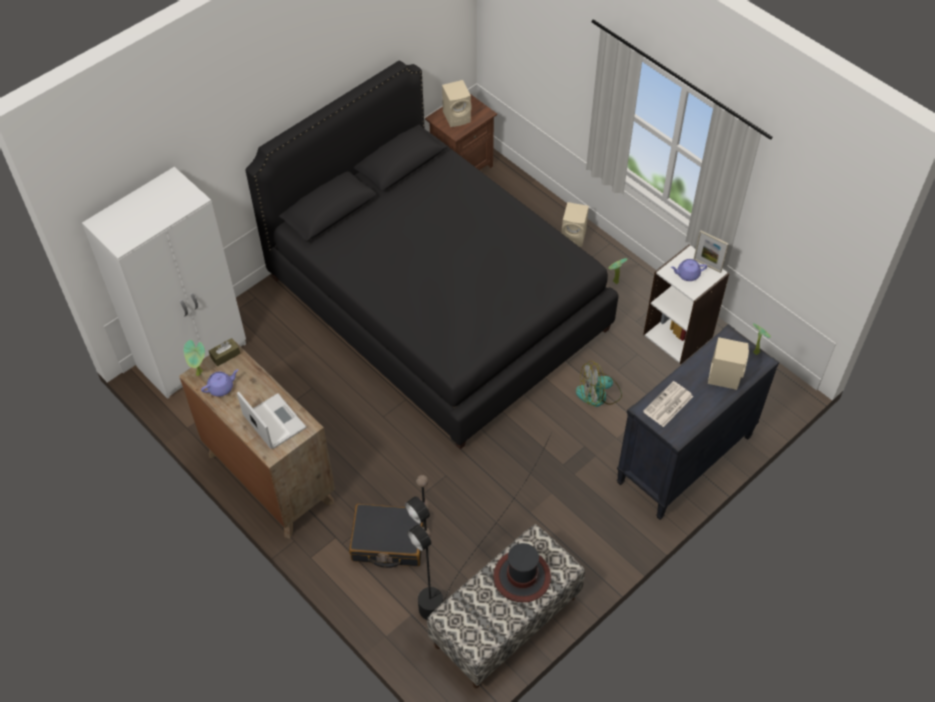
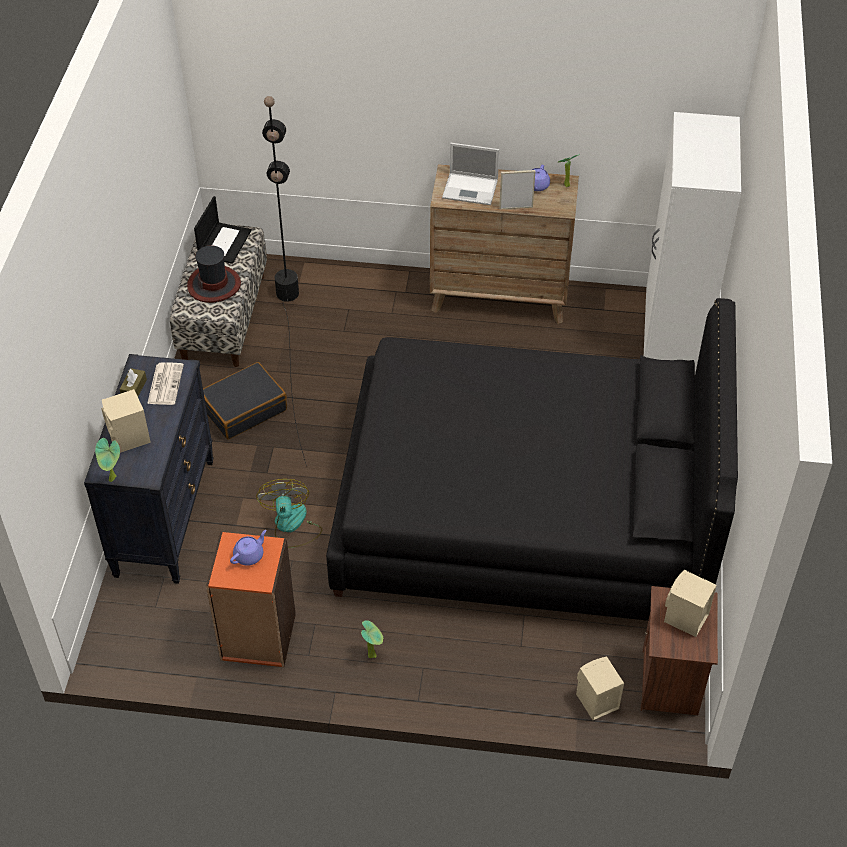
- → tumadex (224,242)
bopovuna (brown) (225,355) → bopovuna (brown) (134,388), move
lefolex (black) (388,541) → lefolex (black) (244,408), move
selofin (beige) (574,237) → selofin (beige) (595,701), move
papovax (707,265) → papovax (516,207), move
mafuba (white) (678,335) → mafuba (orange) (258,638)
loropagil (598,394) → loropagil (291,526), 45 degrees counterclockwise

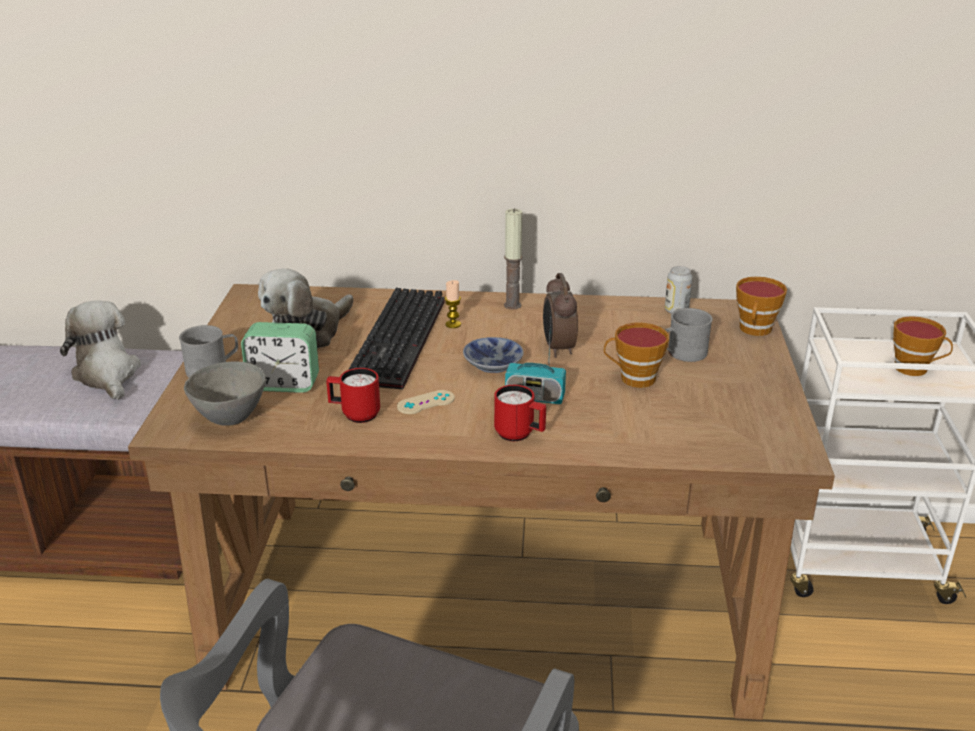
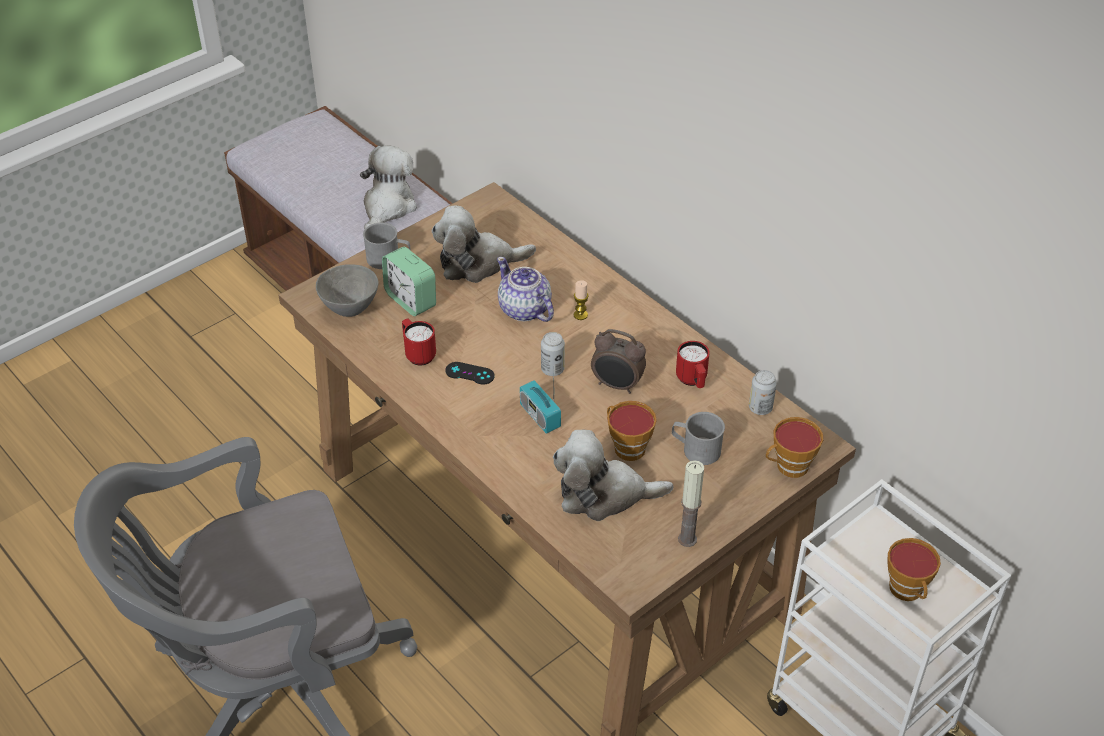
- → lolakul (604,494)
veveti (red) (520,435) → veveti (red) (692,381), move
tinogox (512,305) → tinogox (687,539), move
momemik (401,342) → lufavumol (524,310)
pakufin (491,365) → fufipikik (552,369)
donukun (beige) (426,402) → donukun (black) (469,373)
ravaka (558,349) → ravaka (617,385), 105 degrees counterclockwise

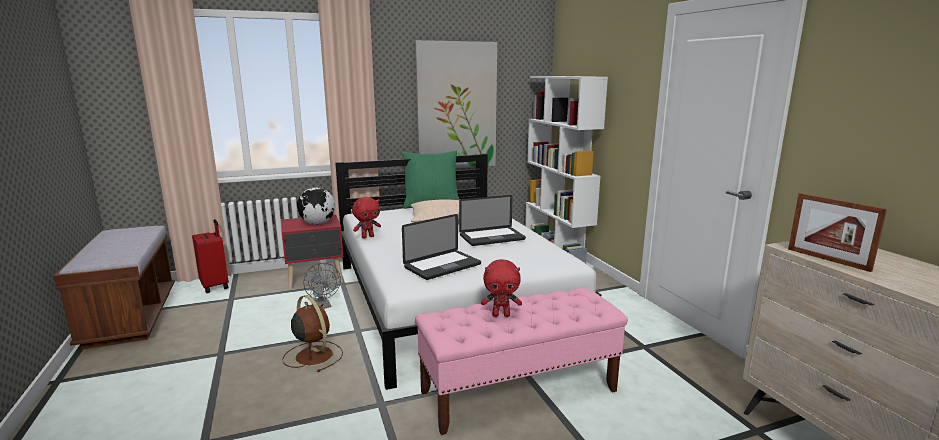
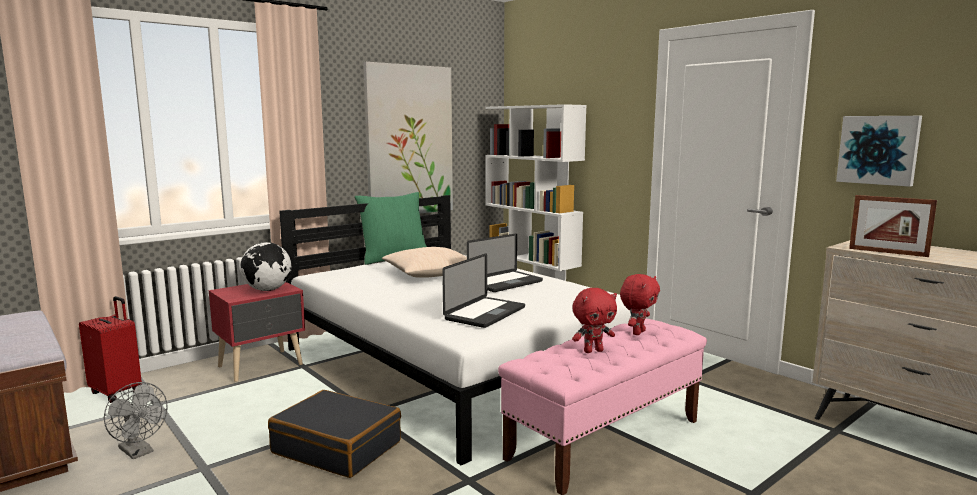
- → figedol (878,150)
loropagil (grey) (323,306) → loropagil (grey) (139,452), move
lolakul (red) (367,237) → lolakul (red) (637,332), move
loropagil (brown) (313,355) → lefolex (black) (337,447)

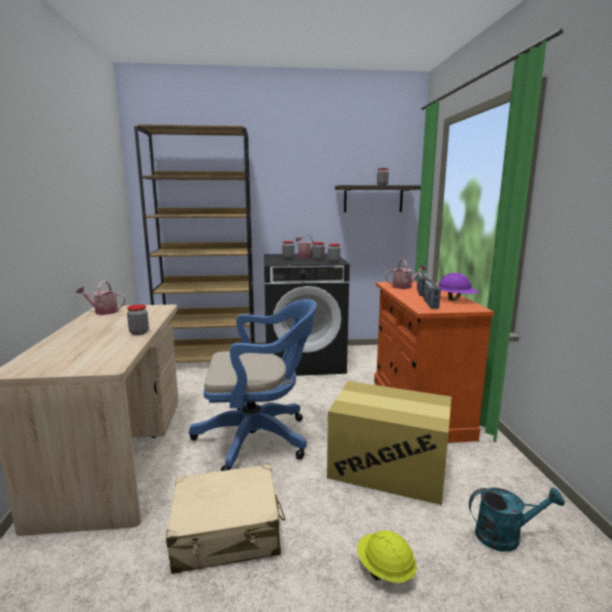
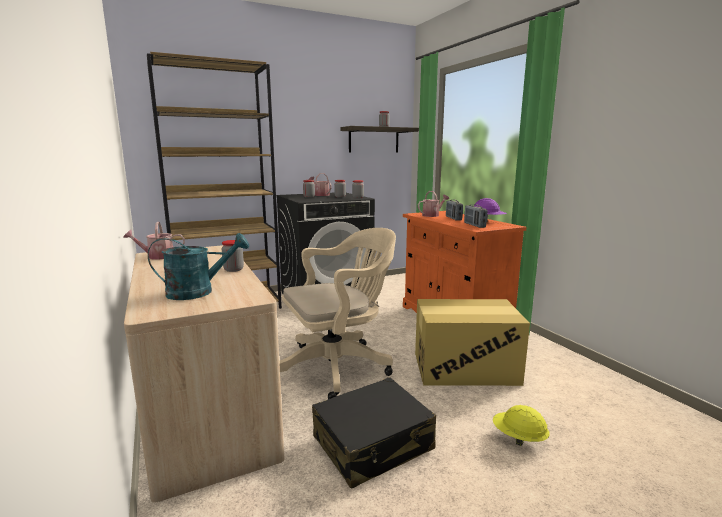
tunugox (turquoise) (505,535) → tunugox (turquoise) (199,292), move
lefolex (beige) (227,532) → lefolex (black) (373,444)
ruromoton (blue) (259,438) → ruromoton (beige) (339,366)

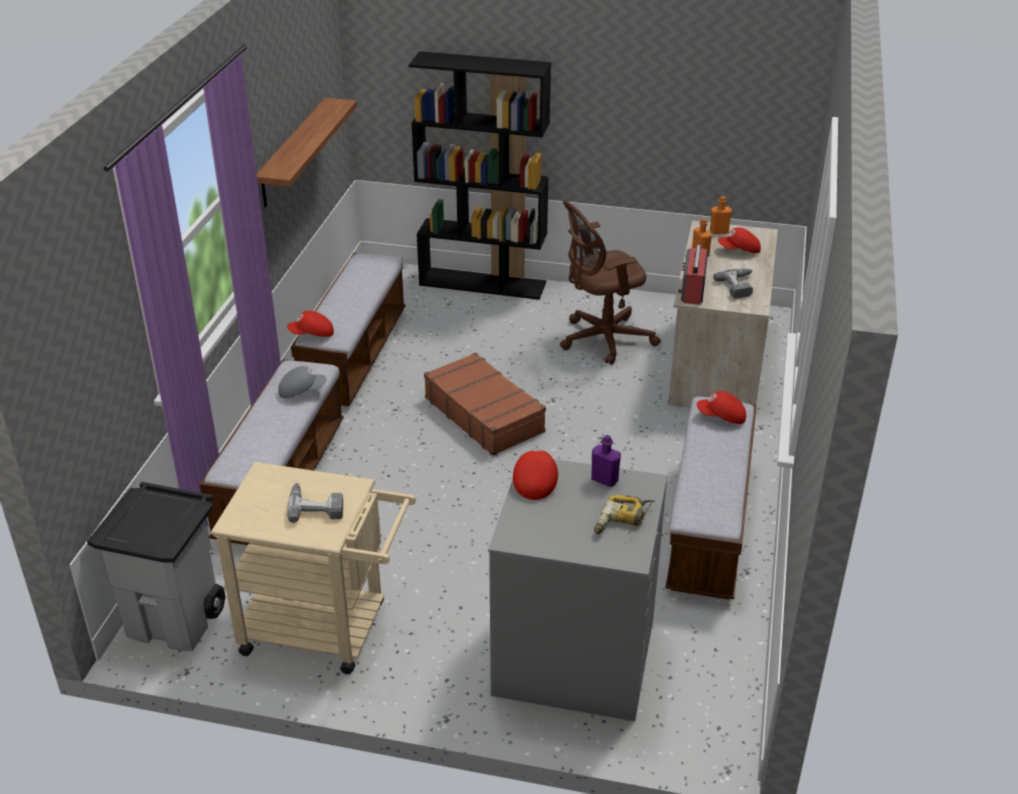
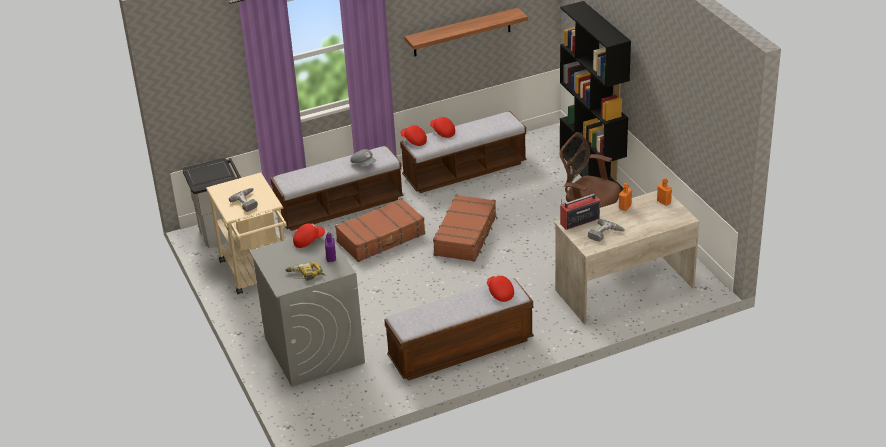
- → lefolex (brown) (381,238)
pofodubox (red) (739,250) → pofodubox (red) (442,132), move

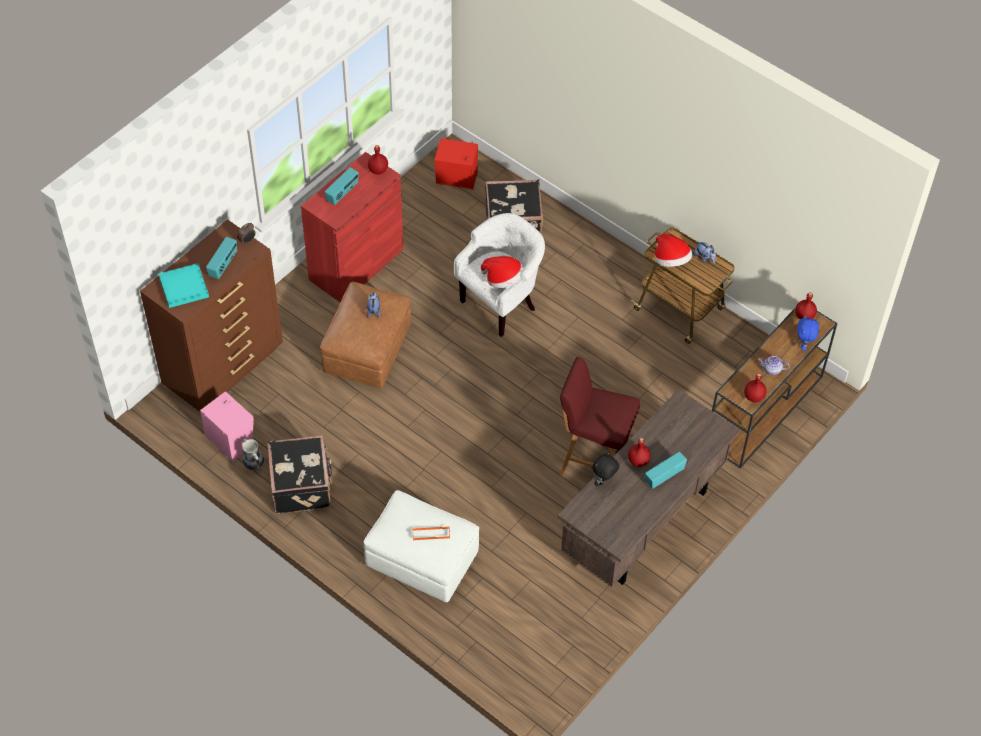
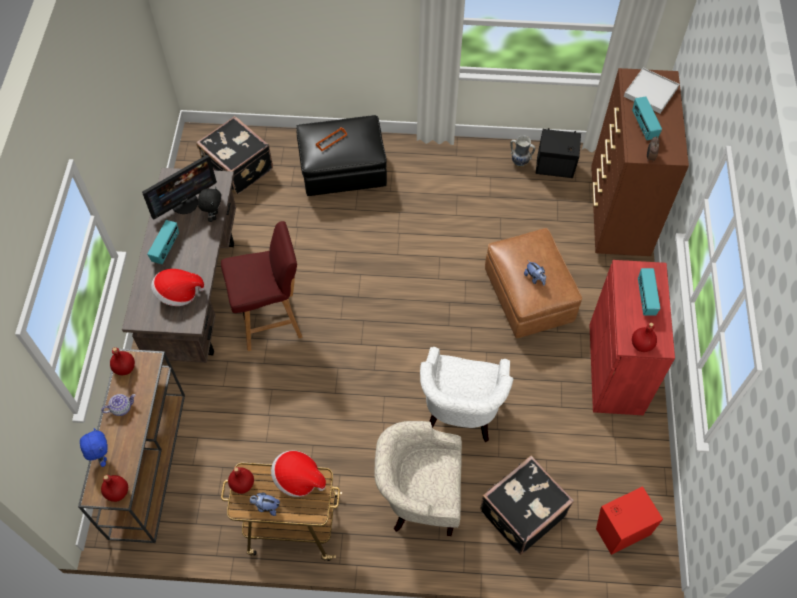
- → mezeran (184,202)
- → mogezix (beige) (419,500)
lefolex (black) (302,485) → lefolex (black) (237,169), move
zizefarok (503,280) → zizefarok (178,294), move
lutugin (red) (638,461) → lutugin (red) (242,484), move
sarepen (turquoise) (184,287) → sarepen (white) (650,92)
selofin (pink) (230,439) → selofin (black) (555,168)
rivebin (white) (422,561) → rivebin (black) (343,171)

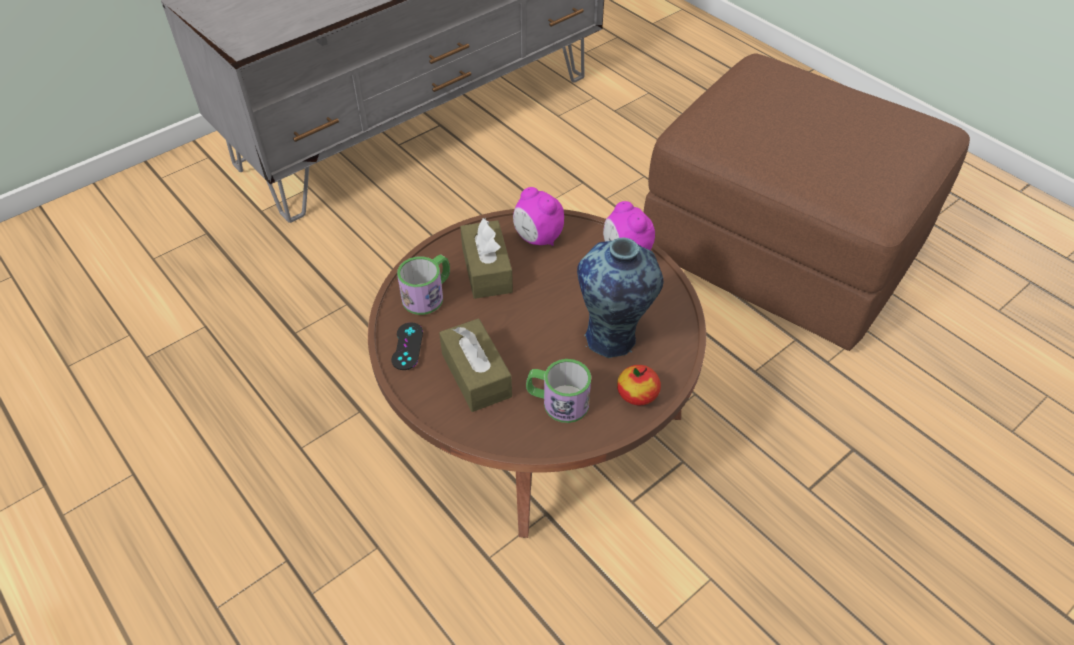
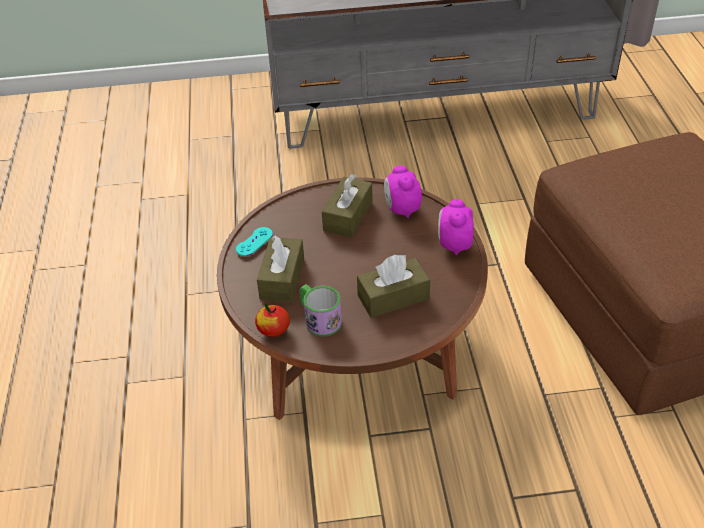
veveti (428,295) → -
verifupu (637,394) → verifupu (273,329), move
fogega (613,339) → bopovuna (brown) (393,297)
donukun (black) (407,346) → donukun (turquoise) (254,242)

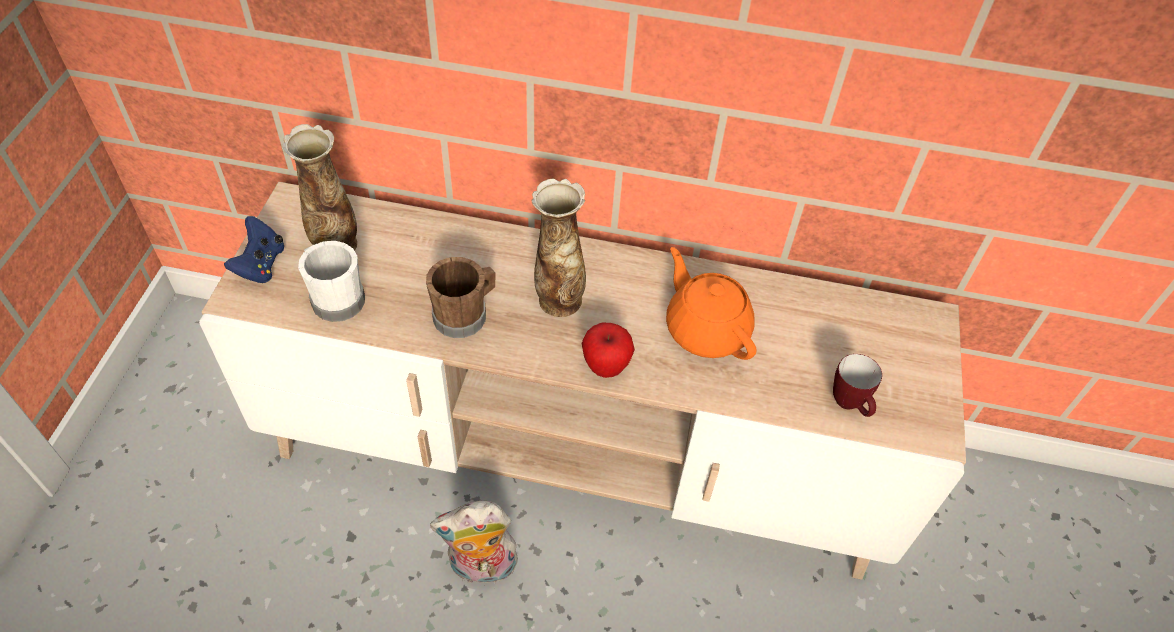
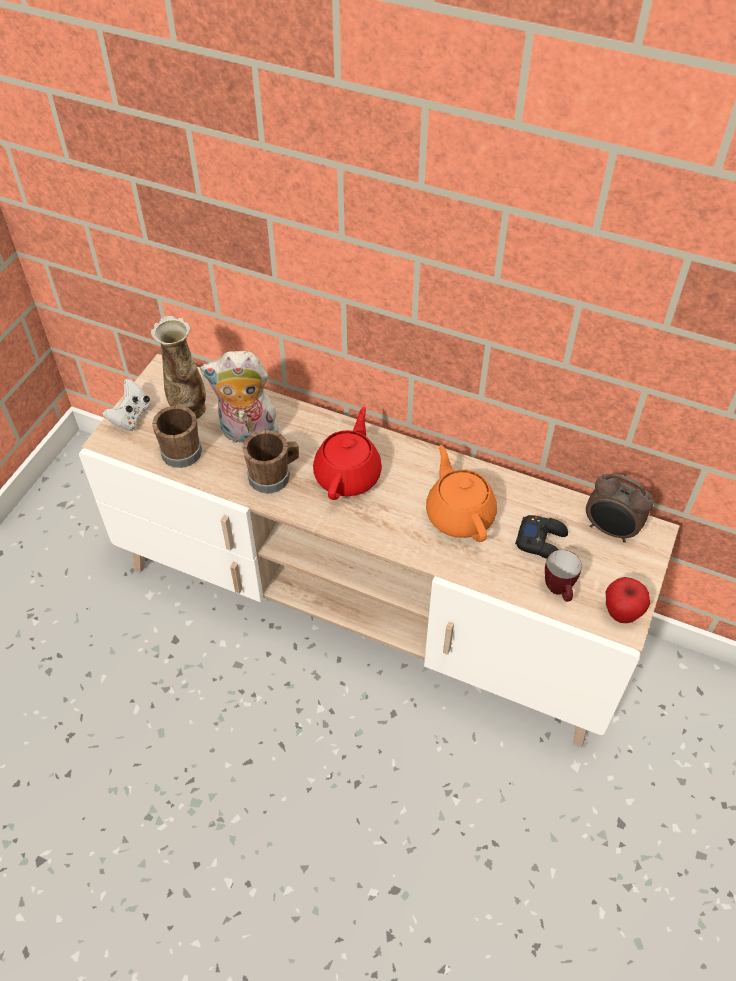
- → donukun (black) (541,541)
- → ravaka (610,530)
lolakul (481,568) → lolakul (247,435), move
verifupu (605,366) → verifupu (621,613), move
fogega (558,300) → lufavumol (red) (348,475)
donukun (blue) (261,265) → donukun (white) (131,416)
veveti (white) (335,297) → veveti (brown) (179,449)

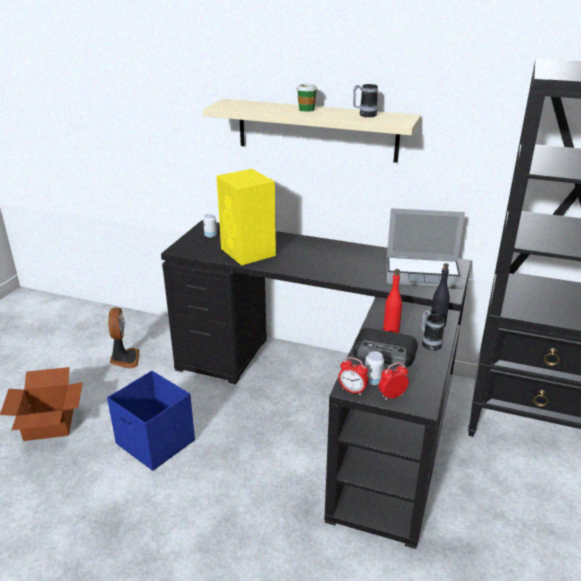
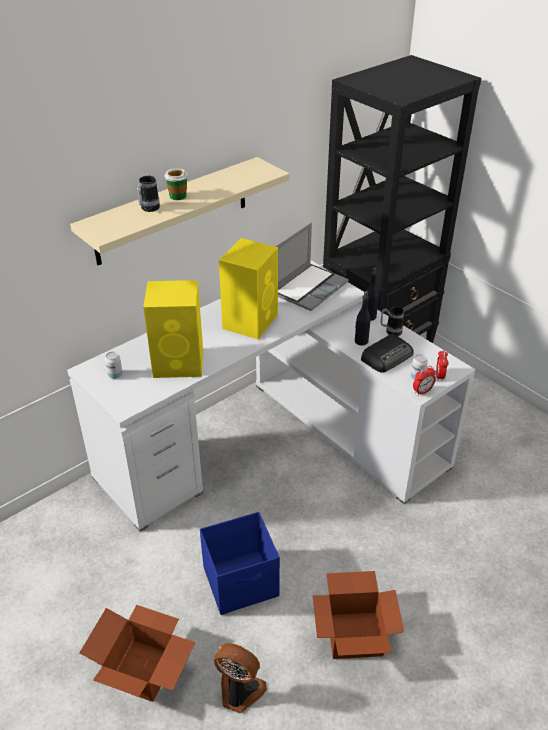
- → selofin (yellow) (251,321)
- → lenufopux (355,633)
loropagil (124,359) → loropagil (239,692), move
veveti (364,115) → veveti (148,209), move
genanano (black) (331,399) → genanano (white) (275,438)
lutugin (red) (390,330) → lutugin (black) (361,341)

